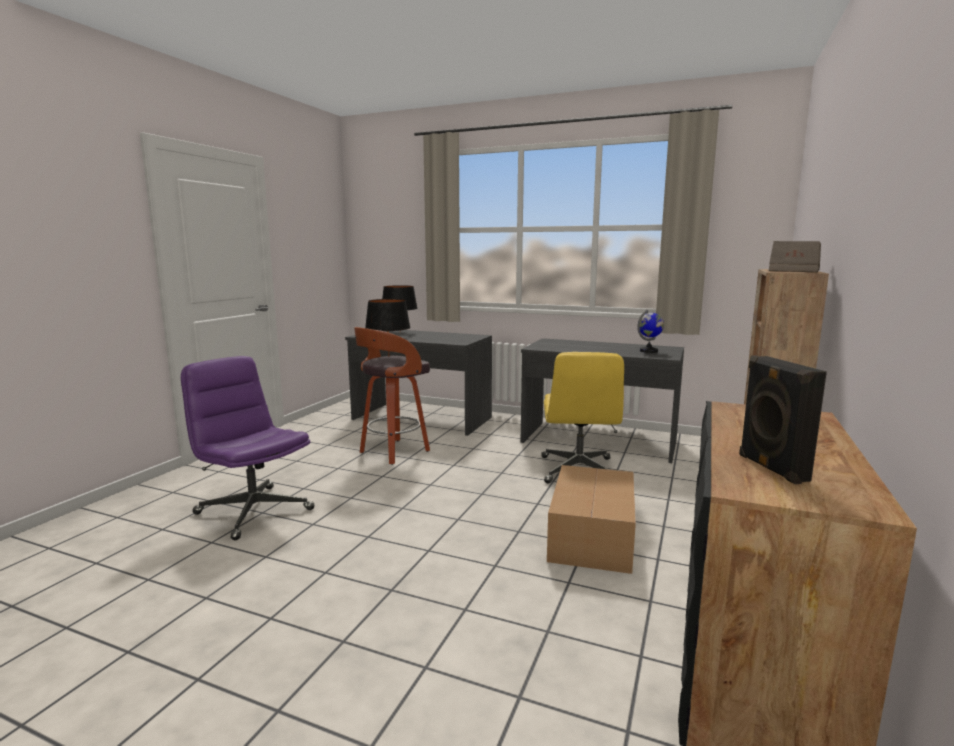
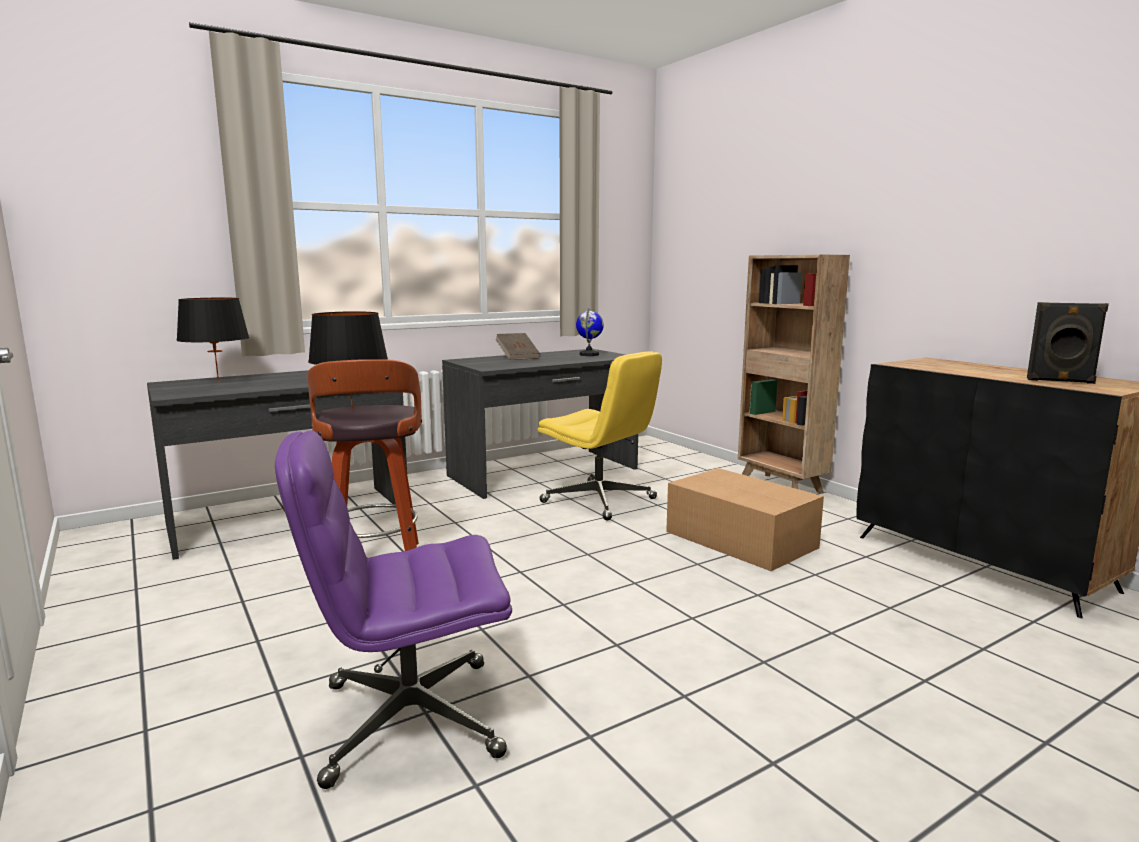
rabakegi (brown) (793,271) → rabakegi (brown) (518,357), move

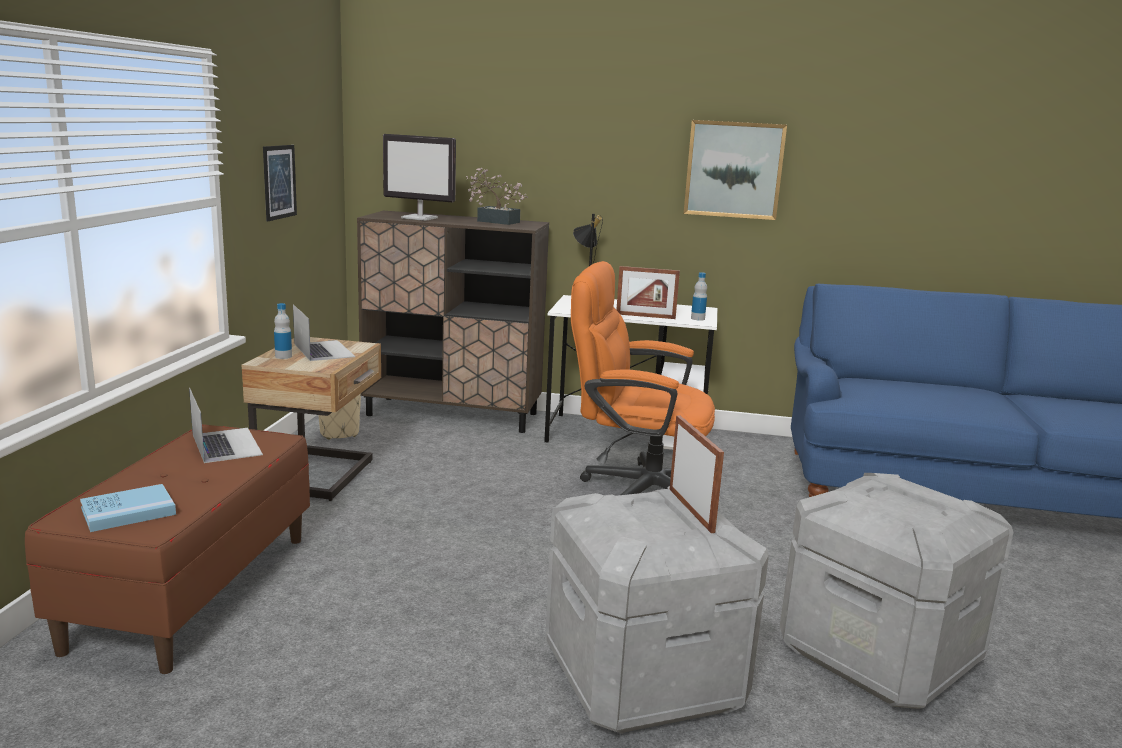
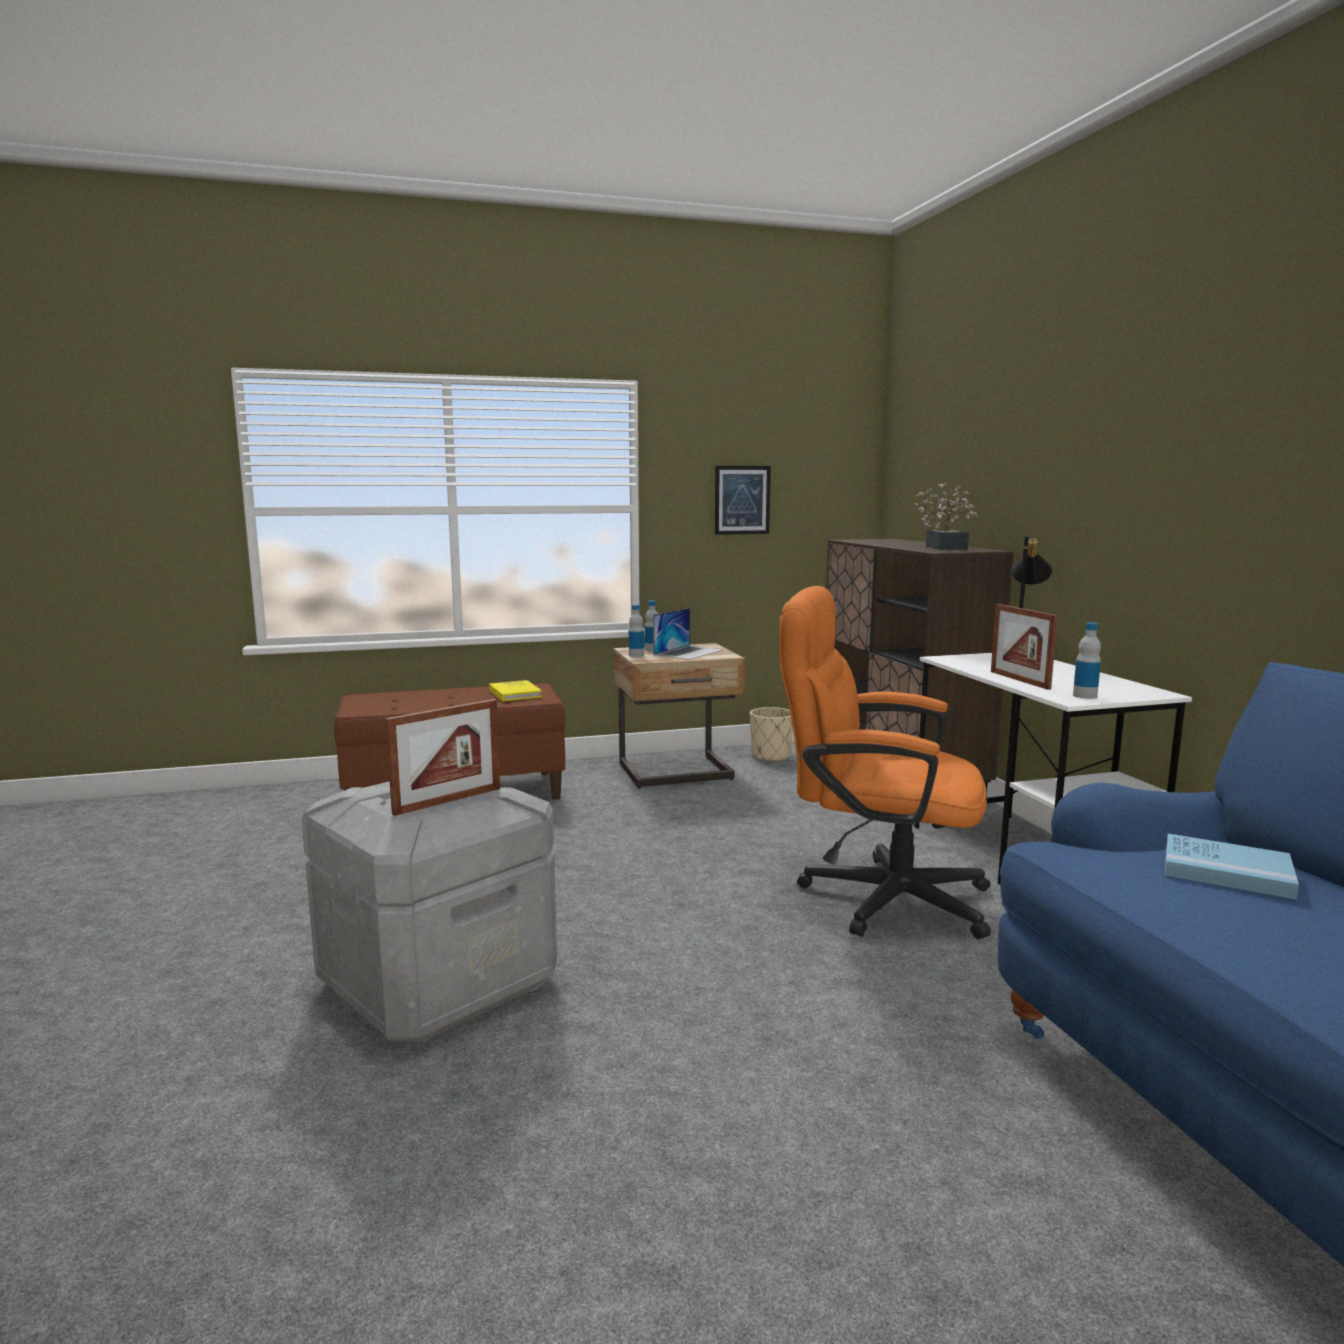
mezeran (420,218) → -
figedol (734,169) → -
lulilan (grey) (880,655) → -
- → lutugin (636,655)
rabakegi (blue) (128,511) → rabakegi (blue) (1226,871), move
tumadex (226,444) → rabakegi (yellow) (515,694)
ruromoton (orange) (636,488) → ruromoton (orange) (876,896), 60 degrees counterclockwise

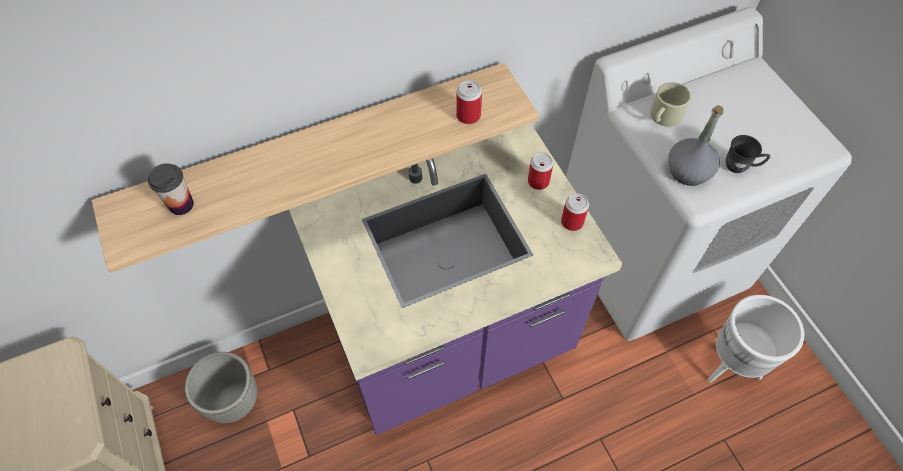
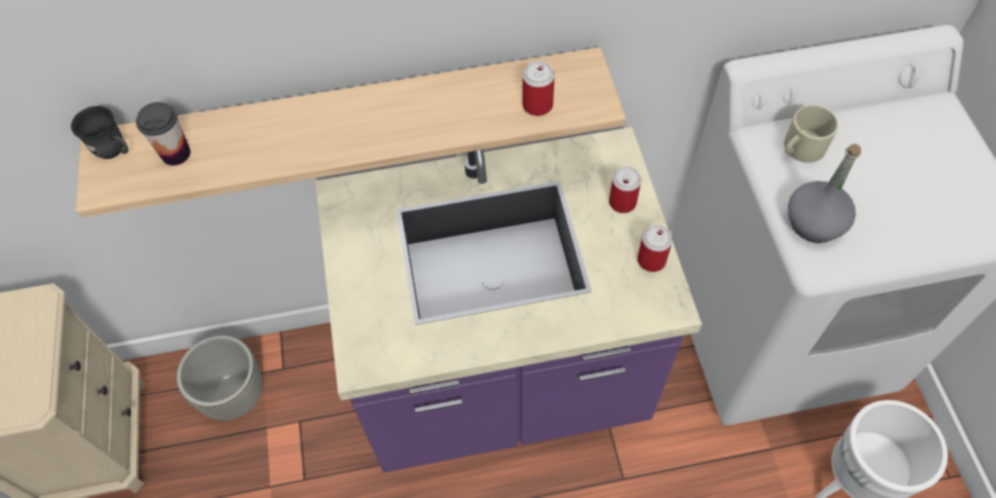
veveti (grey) (740,167) → veveti (grey) (115,151), move

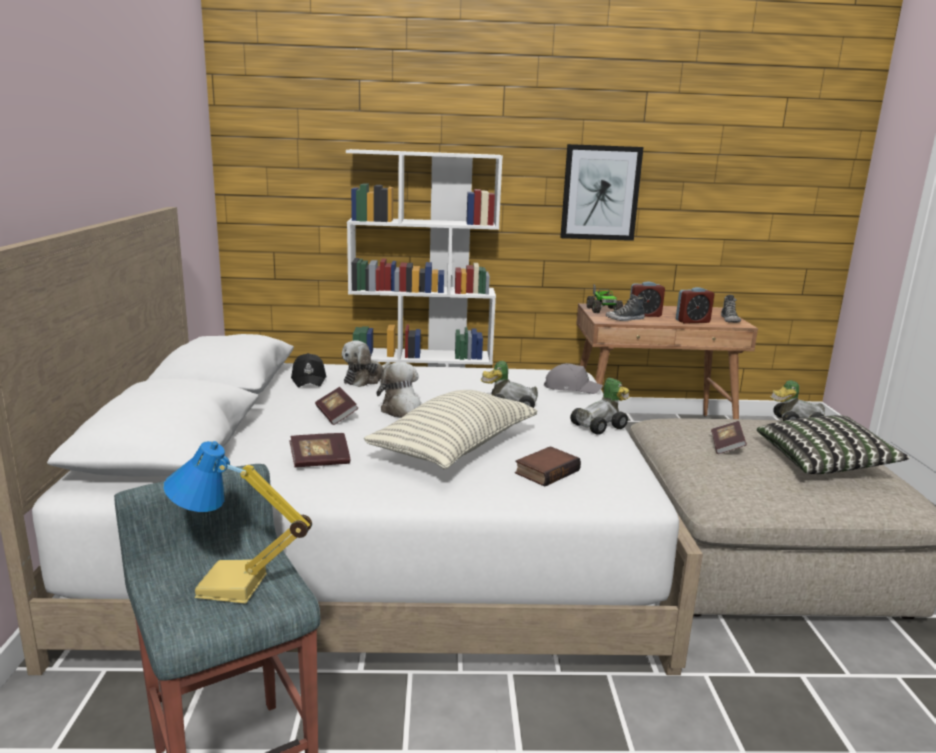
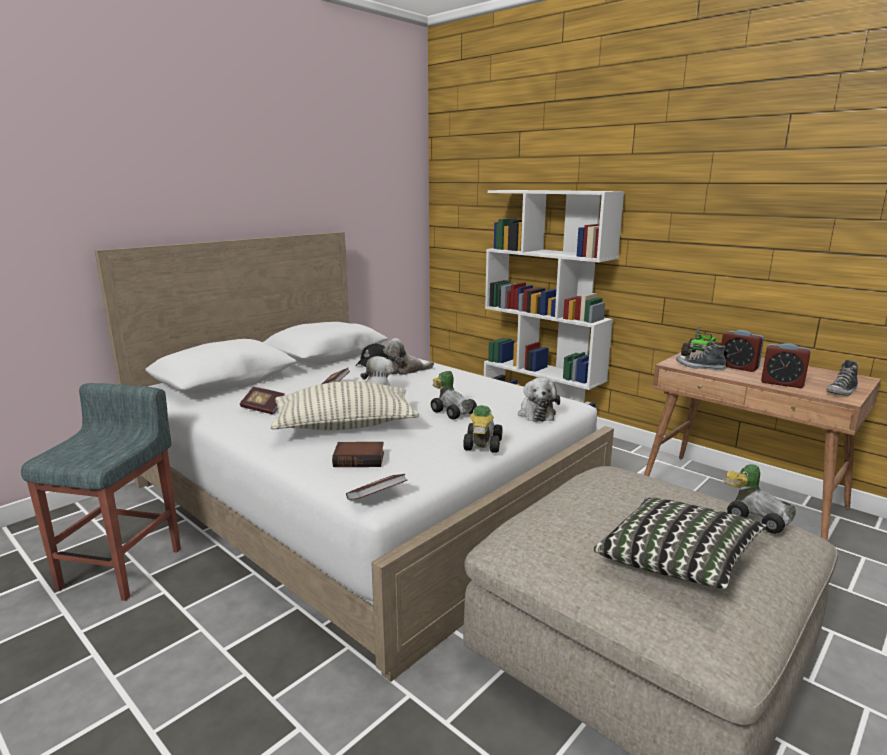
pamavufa (231,586) → -
figedol (600,193) → -
rabakegi (726,446) → rabakegi (376,497), move
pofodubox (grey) (571,388) → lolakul (536,413)
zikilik (601,426) → zikilik (481,446), 90 degrees clockwise

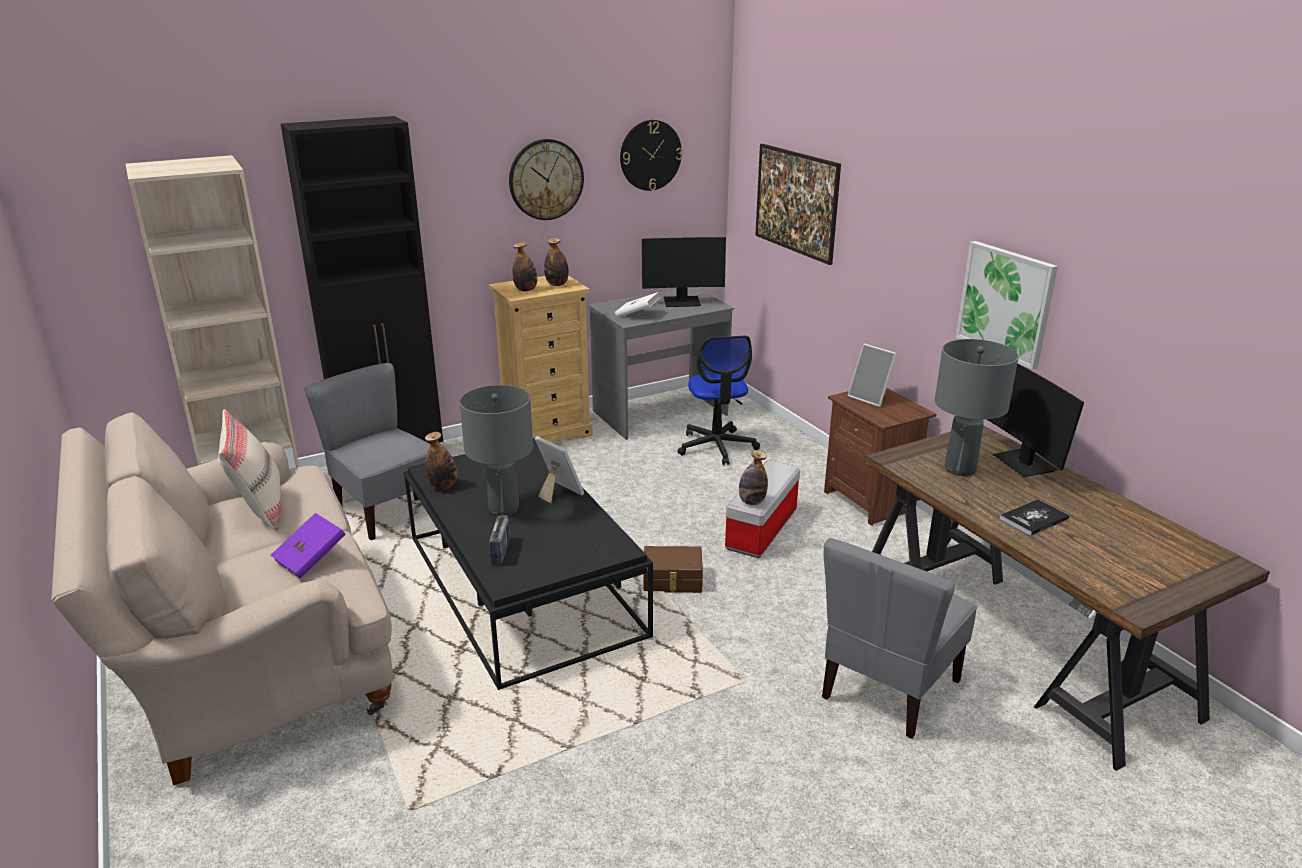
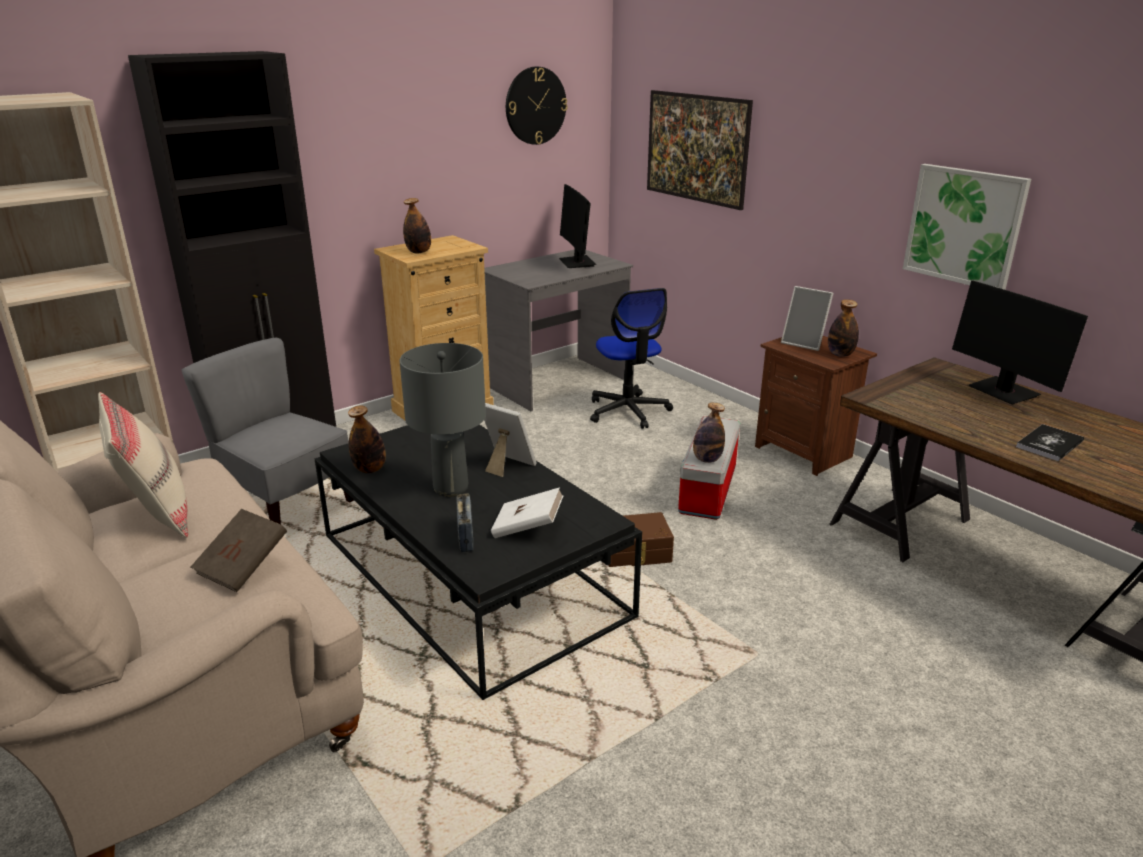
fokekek (546,179) → -
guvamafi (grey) (888,688) → -
pamavufa (grey) (960,469) → -
lutugin (557,284) → lutugin (840,354), move
rabakegi (white) (637,315) → rabakegi (white) (527,528), move
rabakegi (purple) (311,559) → rabakegi (brown) (243,566)
mezeran (682,302) → mezeran (577,263), 90 degrees clockwise

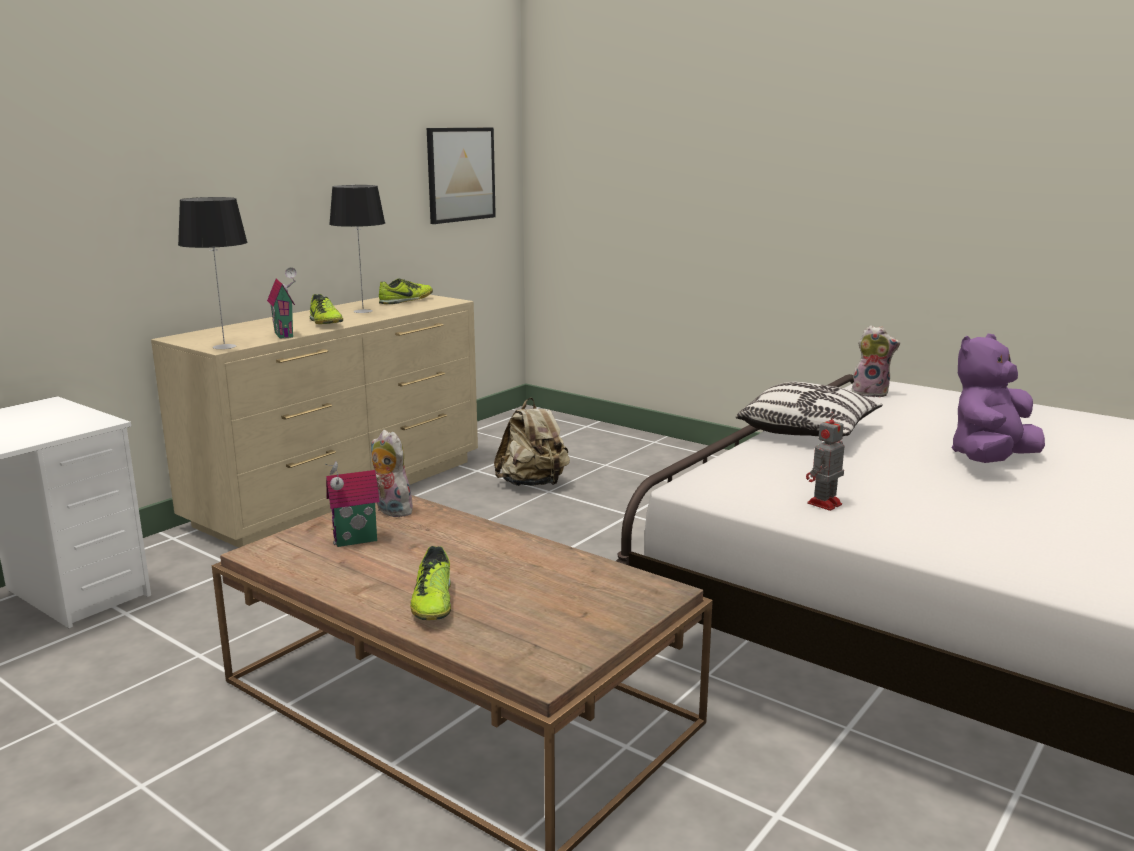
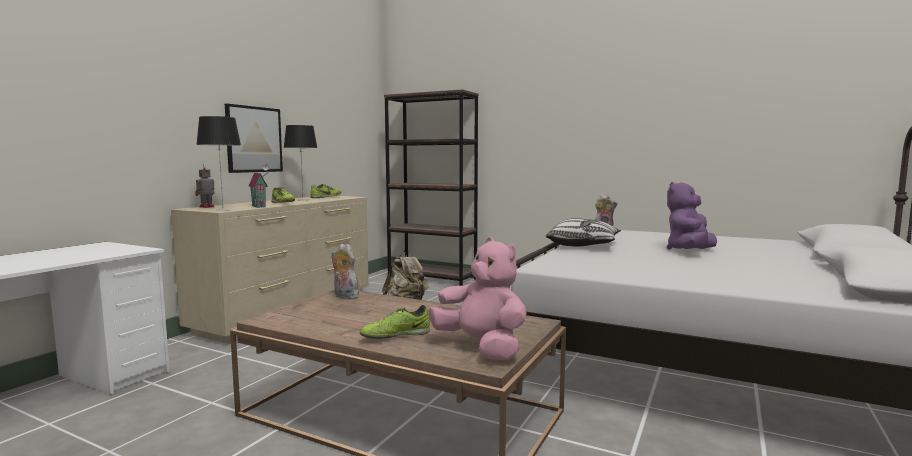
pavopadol (355,541) → -
- → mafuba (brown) (432,278)
- → lolakul (pink) (481,348)
figedol (460,174) → figedol (254,139), move
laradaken (823,504) → laradaken (206,207), move
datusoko (433,603) → datusoko (395,336), 75 degrees clockwise

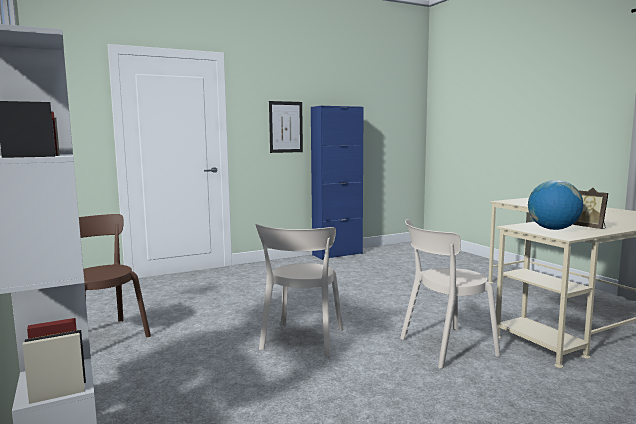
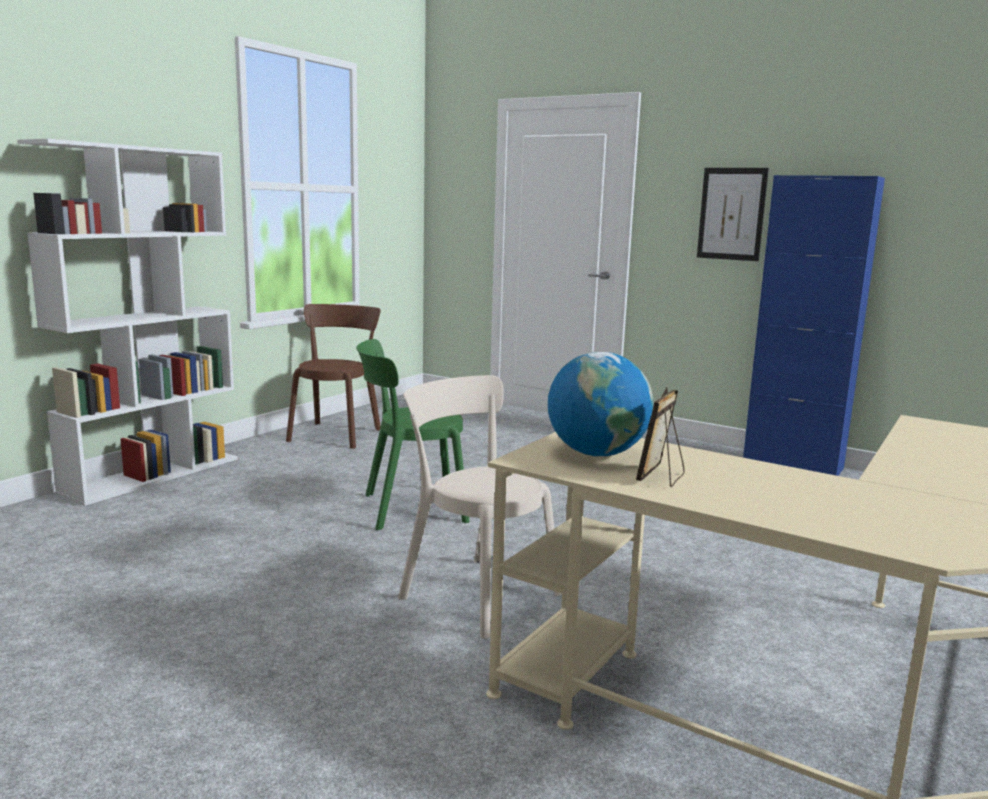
guvamafi (beige) (301,341) → guvamafi (green) (409,508)

